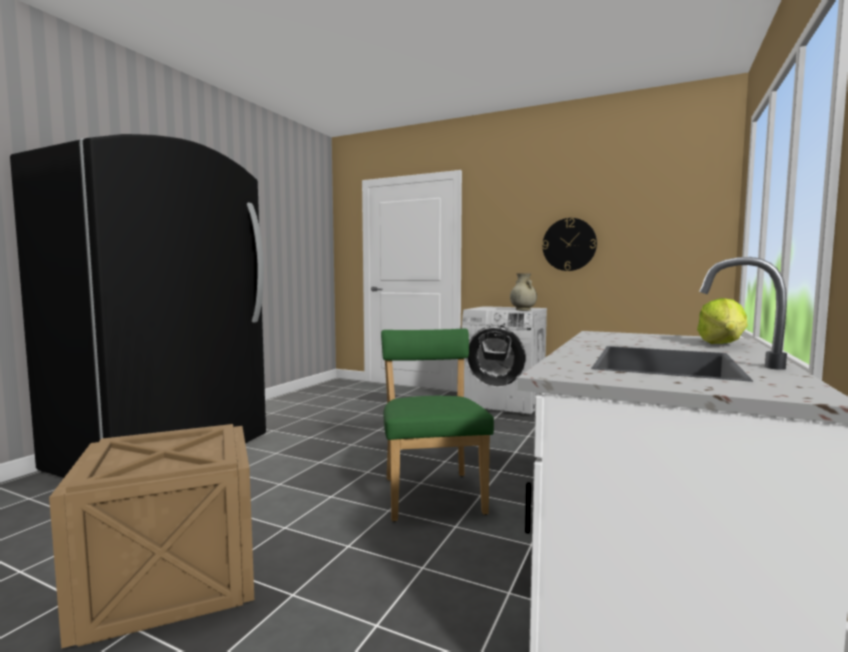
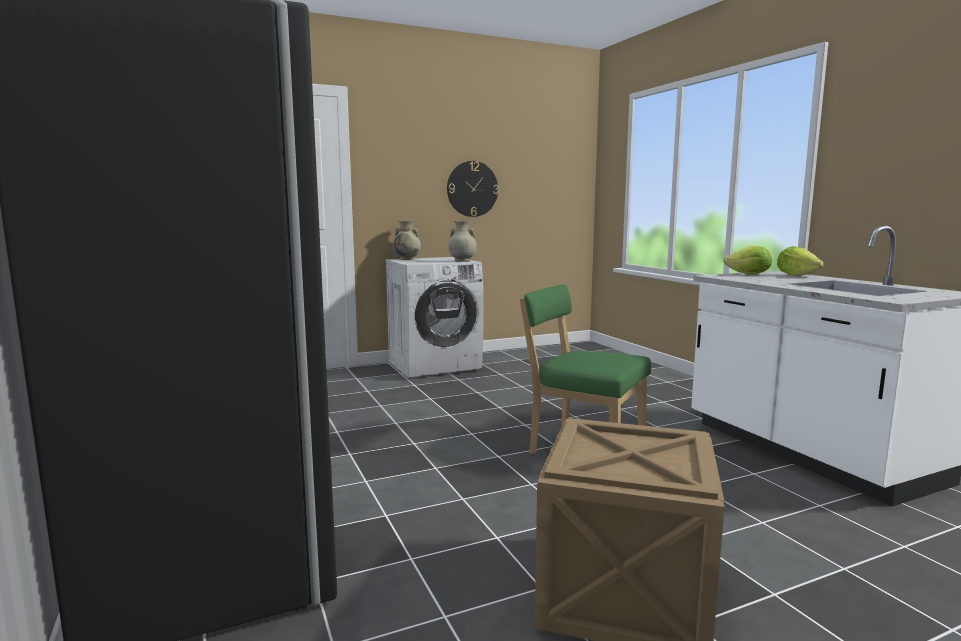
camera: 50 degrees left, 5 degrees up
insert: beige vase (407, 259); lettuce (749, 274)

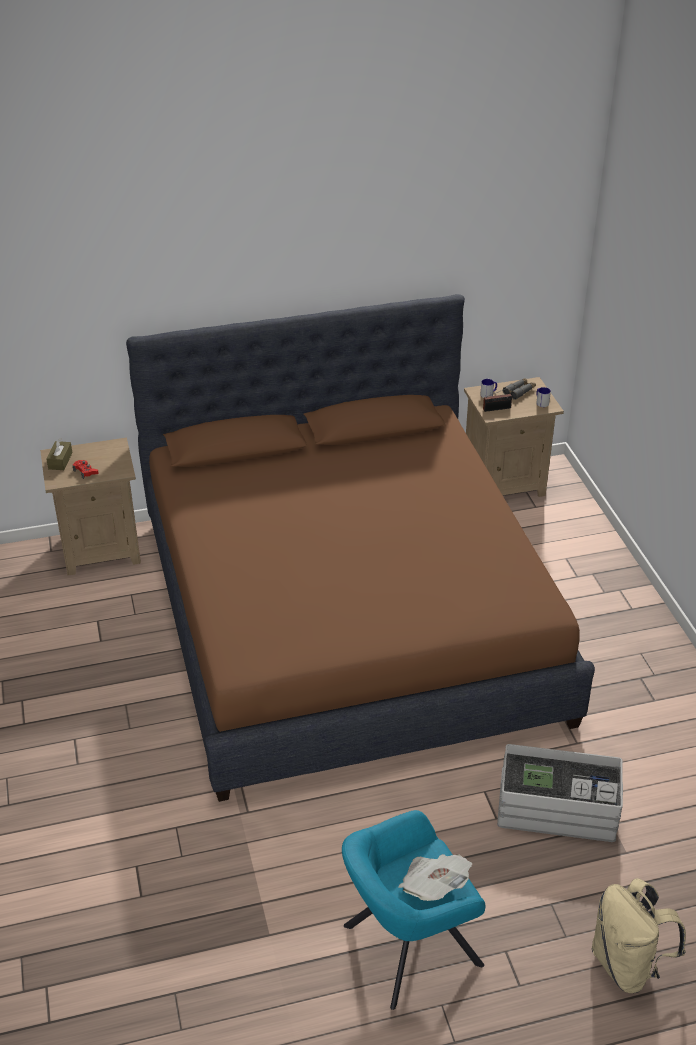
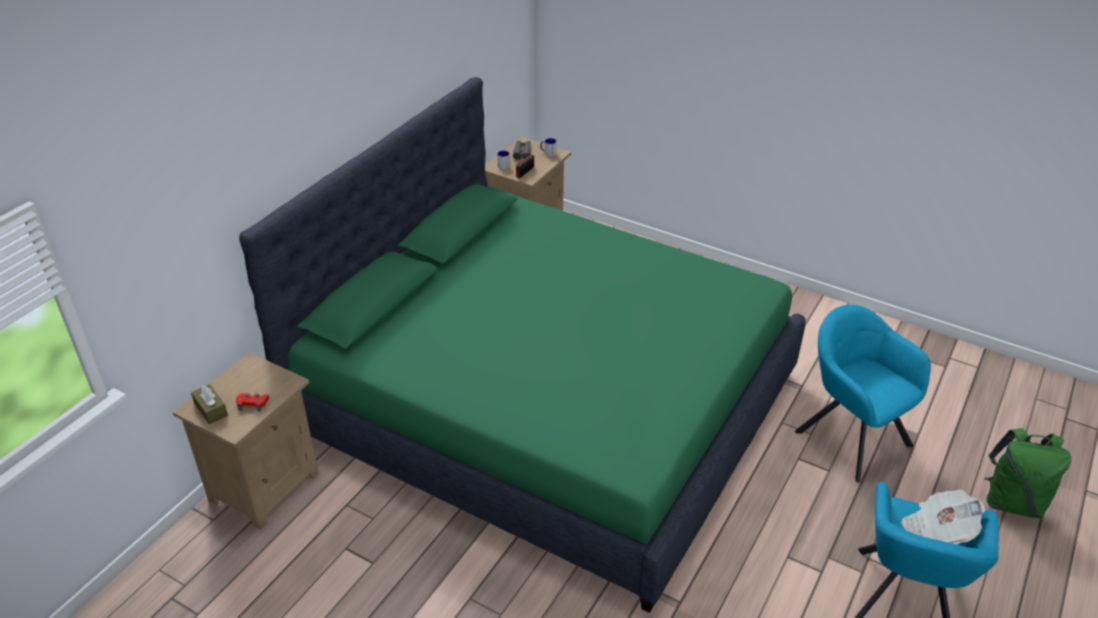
camera: 45 degrees left, 0 degrees up
replace: grey storage box (557, 808) to turquoise armchair (849, 435)
recolor: brown bed (347, 616) to green bed (546, 403); beige backpack (627, 964) to green backpack (1012, 502)

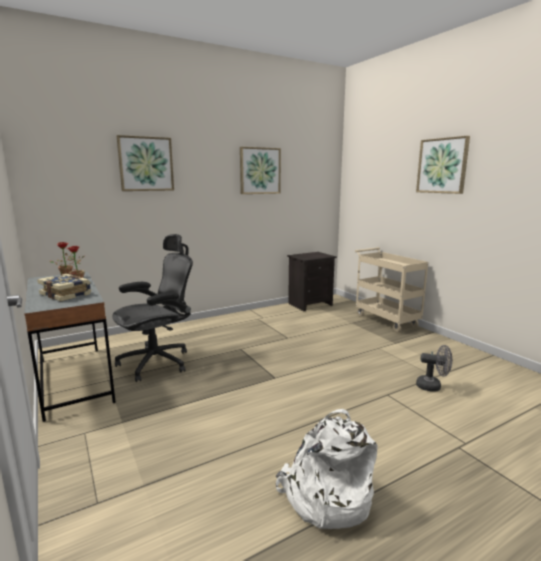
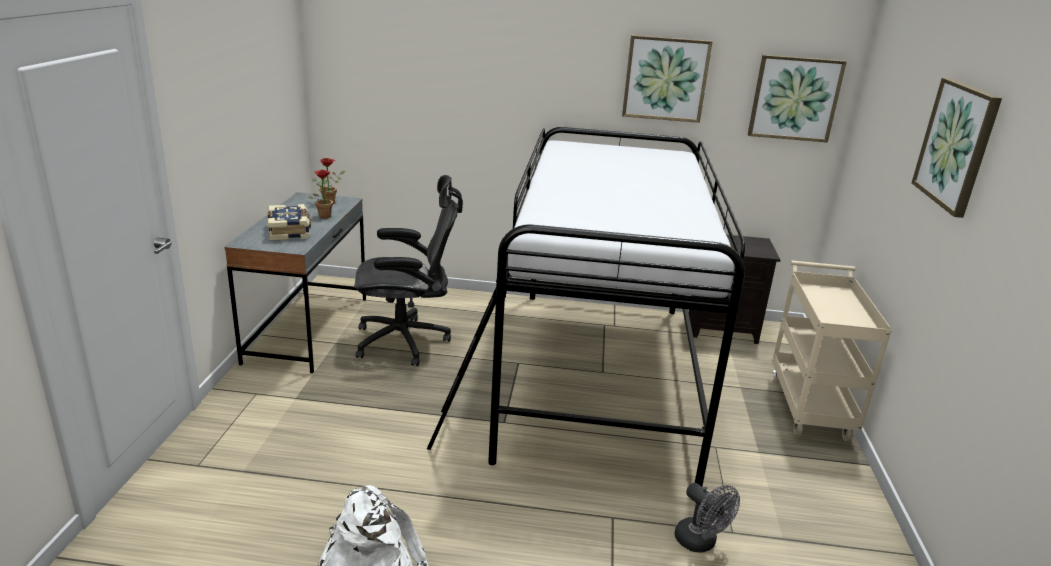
camera: 35 degrees right, 10 degrees up
insert: black bed (594, 376)
move: picture (146, 164) to (794, 98)

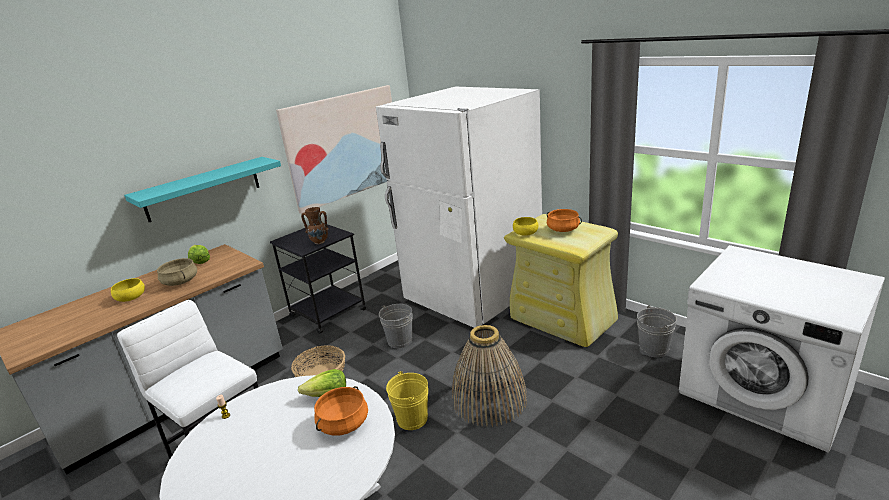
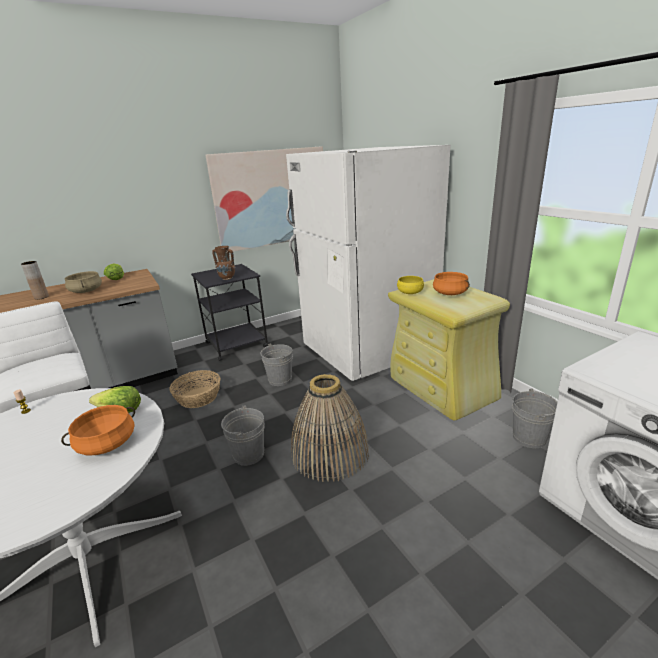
camera: 15 degrees right, 0 degrees up
delete: turquoise shelf (203, 189)
replace: yellow bowl (130, 297) to brown vase (41, 297)
recolor: yellow bucket (412, 419) to grey bucket (249, 454)

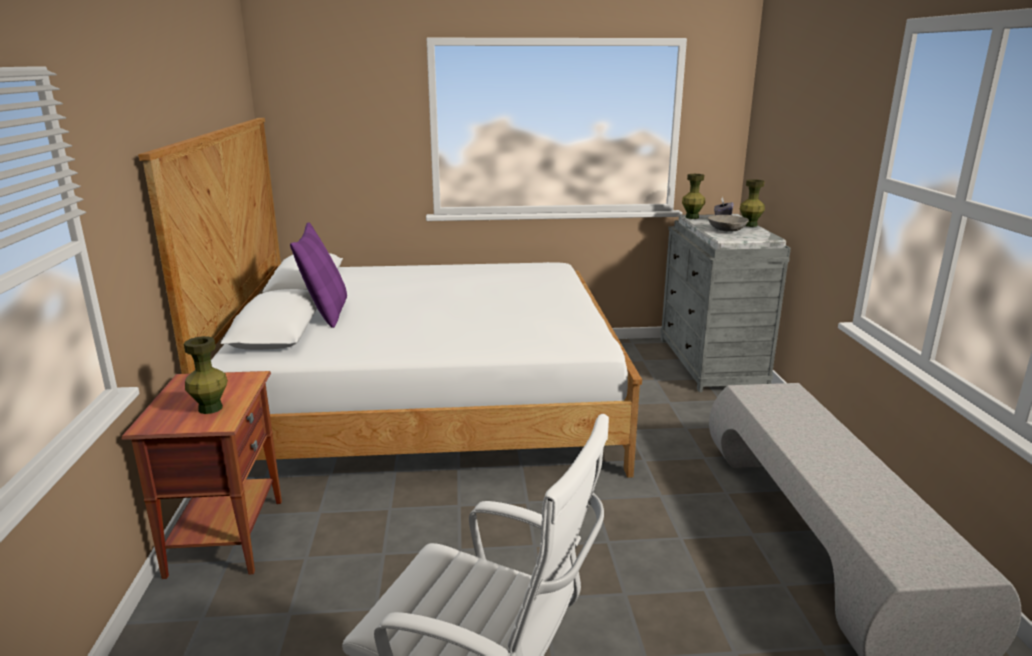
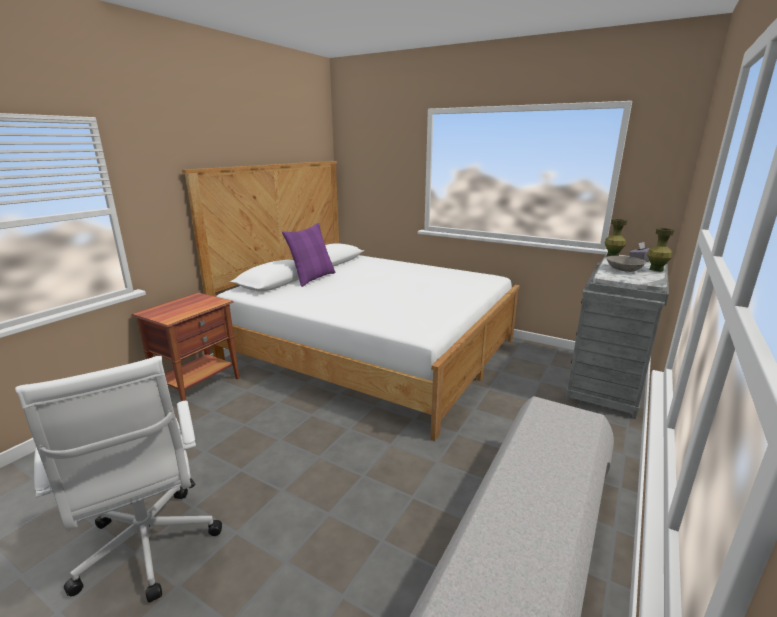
camera: 35 degrees right, 0 degrees up
delete: green vase (210, 408)

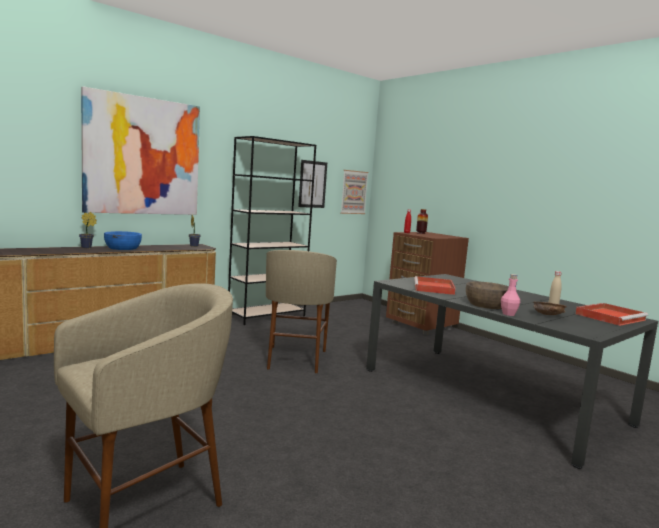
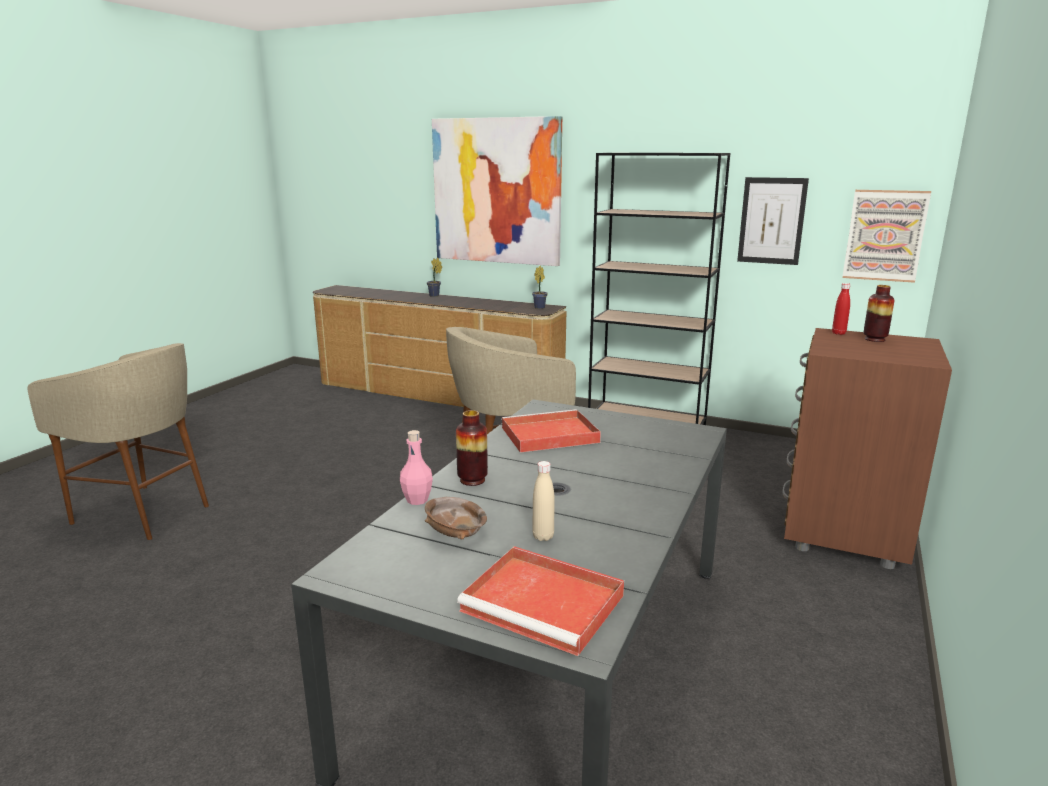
camera: 65 degrees right, 10 degrees up
delete: blue bowl (123, 248)
replace: brown bowl (487, 305) to vase (472, 480)

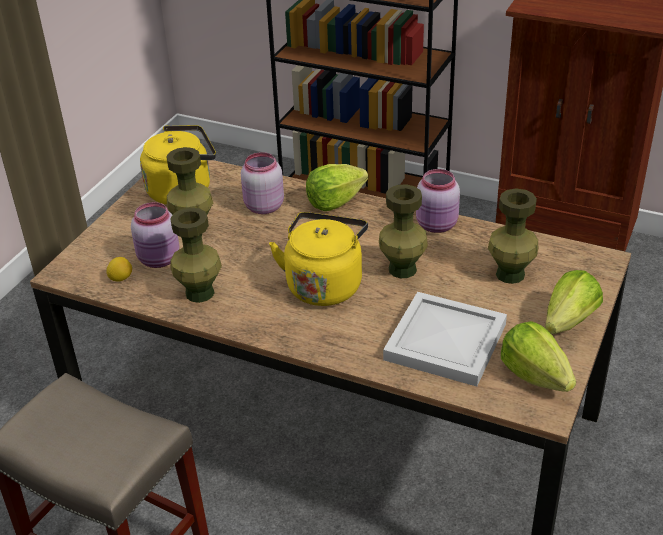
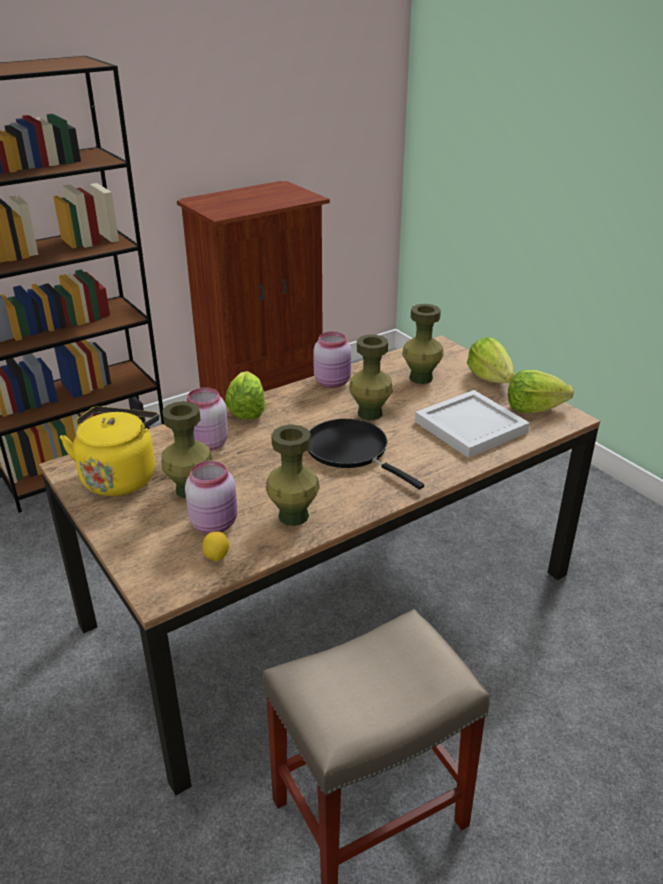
camera: 60 degrees left, 5 degrees down
replace: yellow kettle (324, 284) to black frying pan (351, 451)

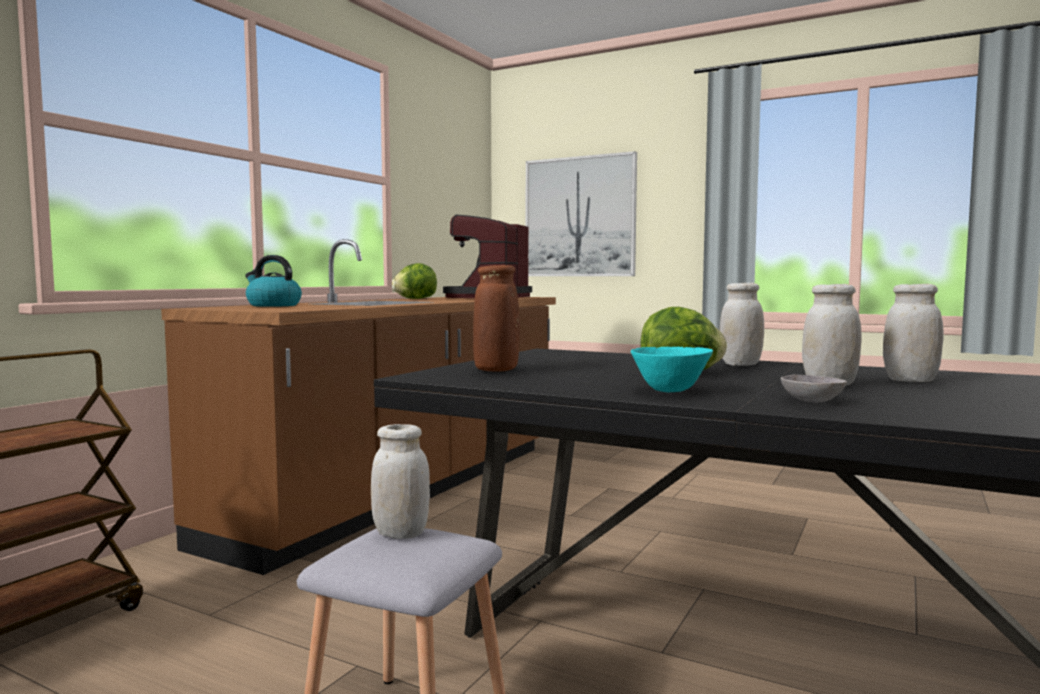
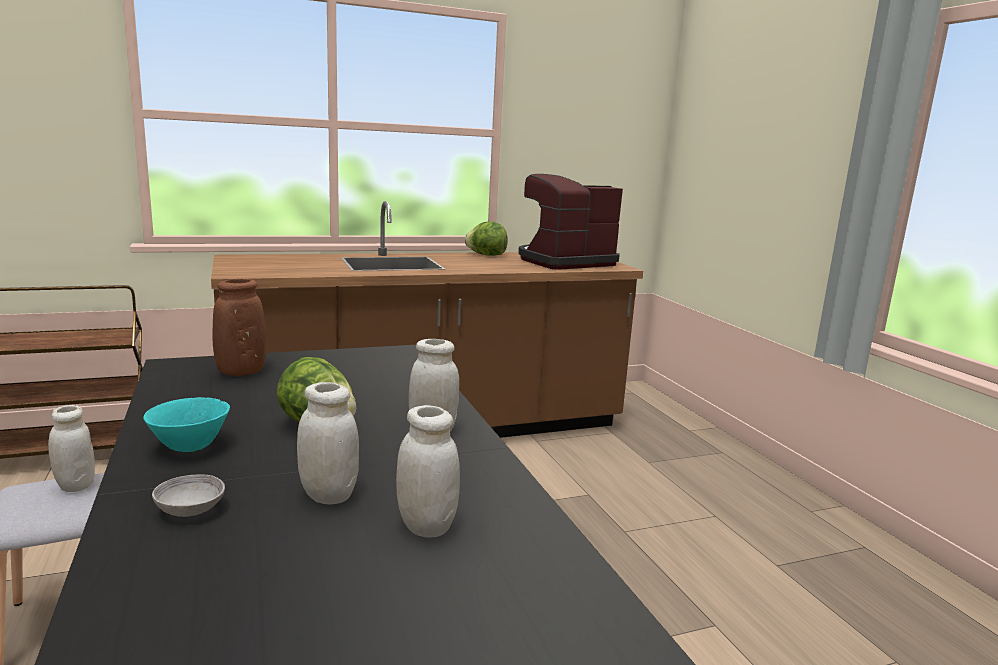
camera: 40 degrees right, 10 degrees up
delete: kettle (273, 305); picture (580, 217)

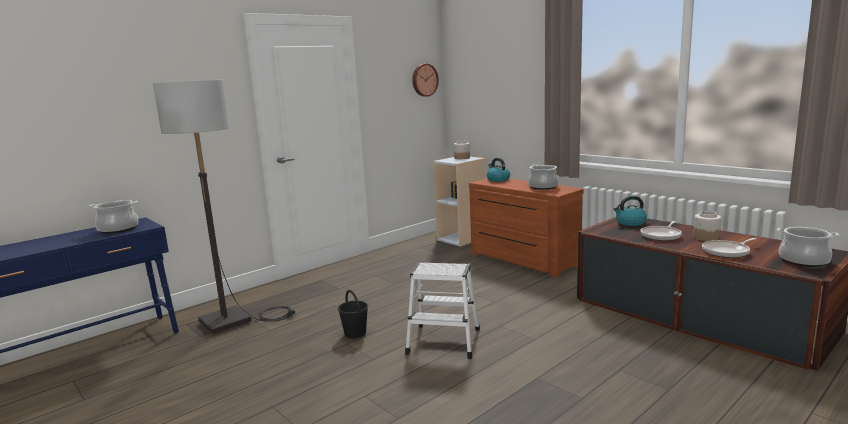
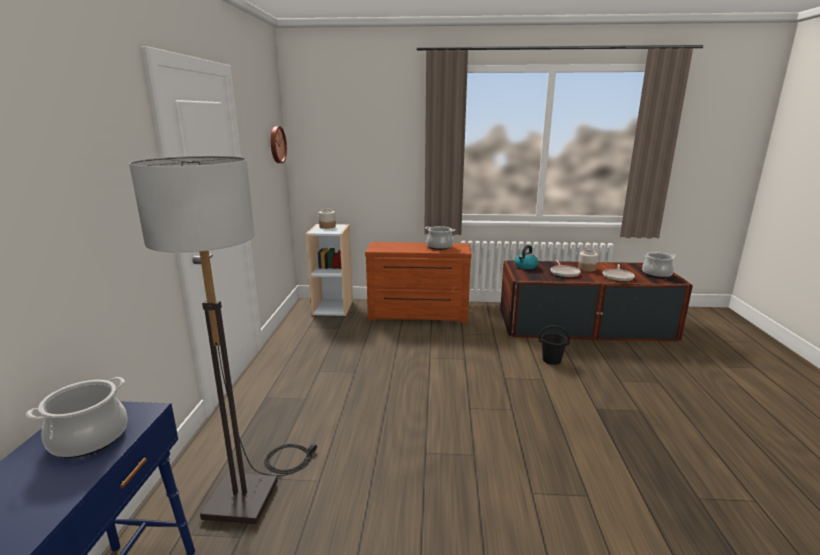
camera: 45 degrees left, 5 degrees up
delete: white step ladder (444, 340); kettle (498, 179)
move: black bucket (355, 333) to (552, 360)

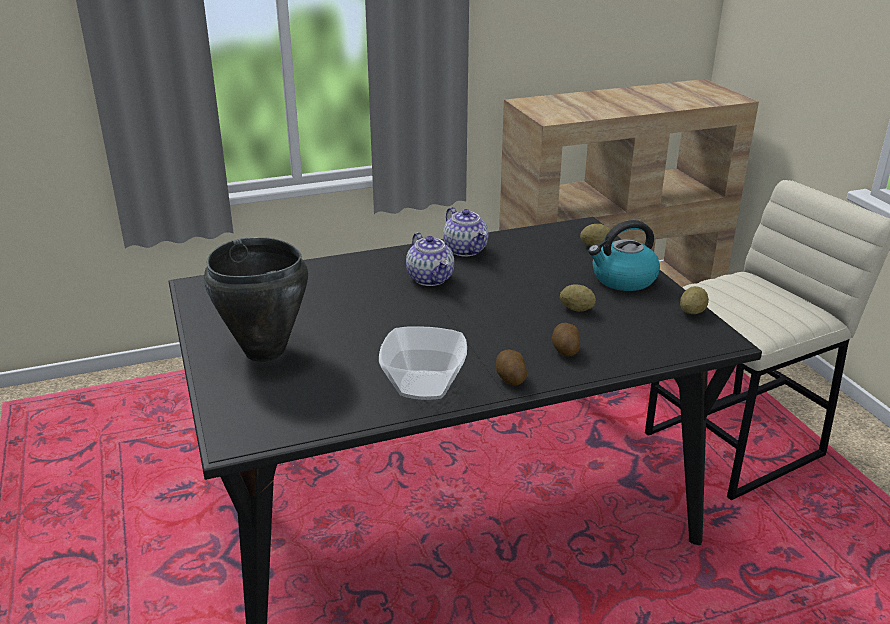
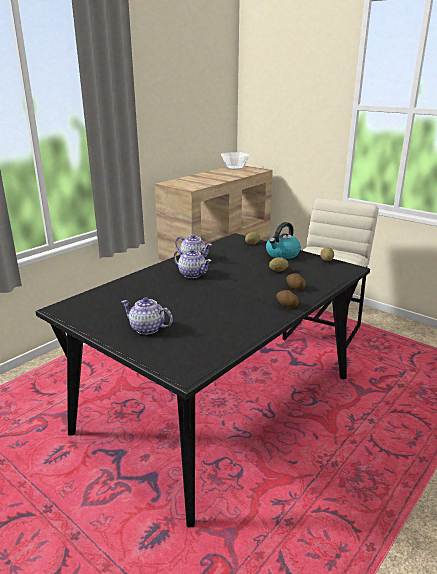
camera: 30 degrees left, 5 degrees down
move: bowl (424, 386) to (235, 168)
replace: black cooking pot (264, 352) to teapot (147, 329)

